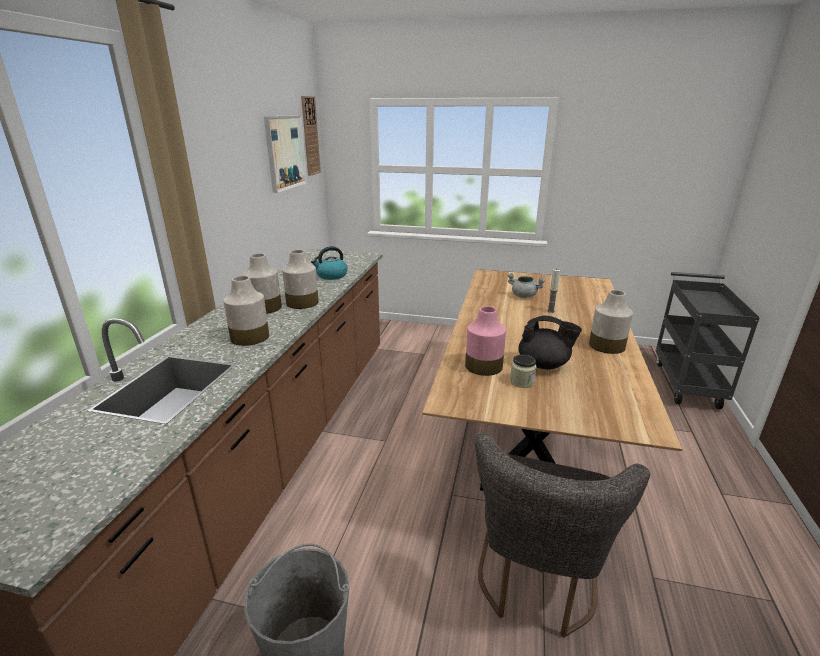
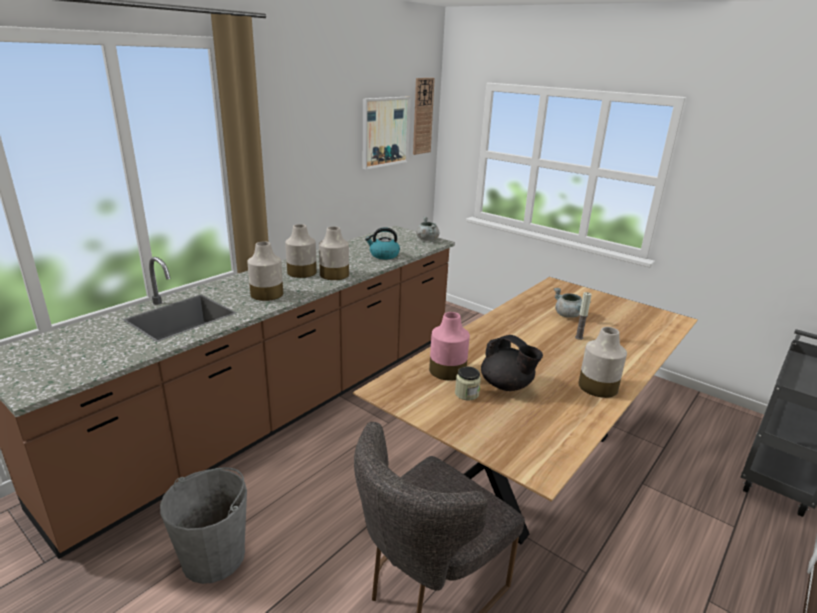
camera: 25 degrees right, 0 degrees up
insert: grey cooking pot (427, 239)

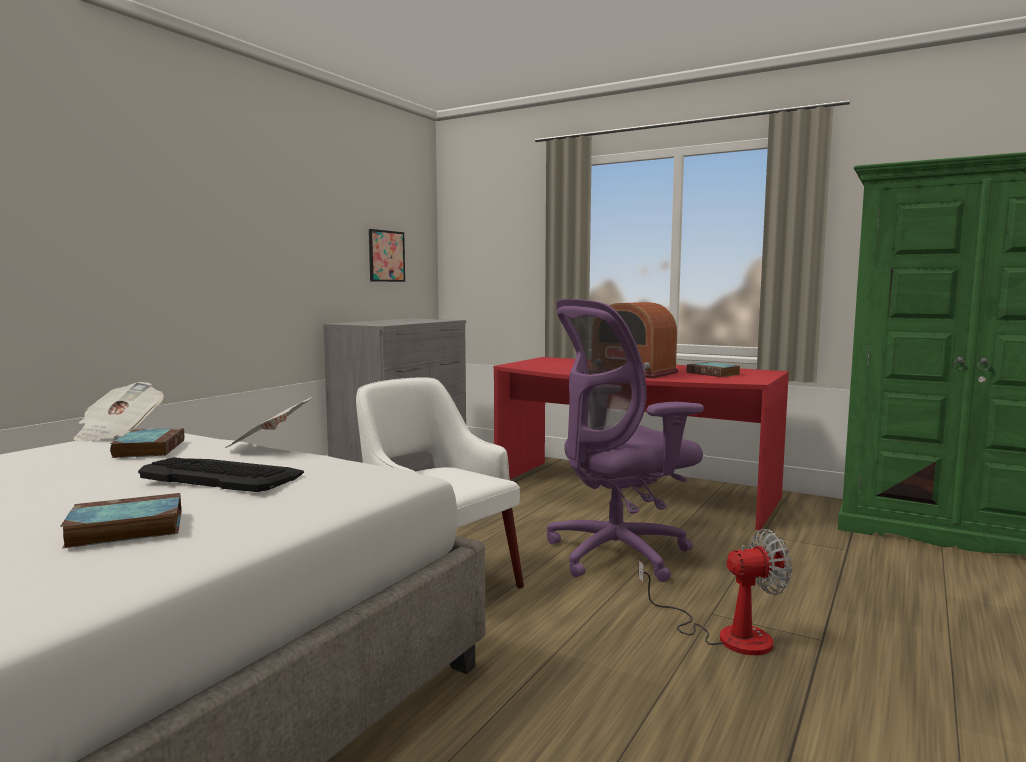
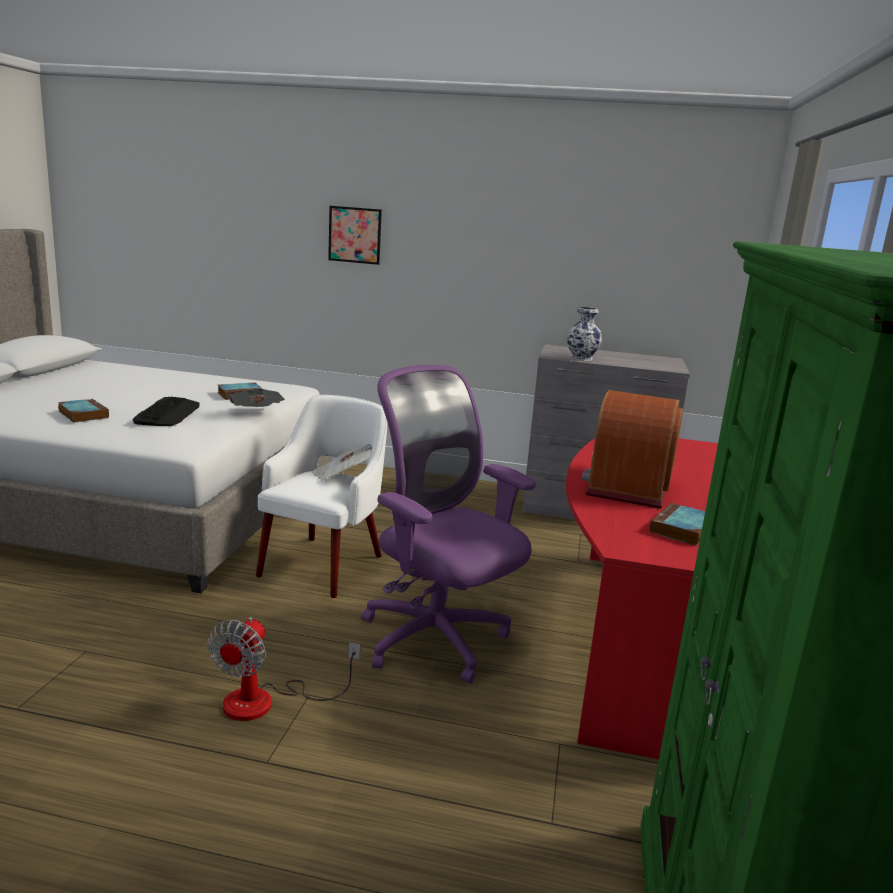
camera: 70 degrees right, 10 degrees up
insert: vase (582, 358)
move: newspaper (118, 433) to (343, 476); picture (386, 256) to (355, 235)
rotate: fan (726, 635) = (266, 702) 45 degrees clockwise

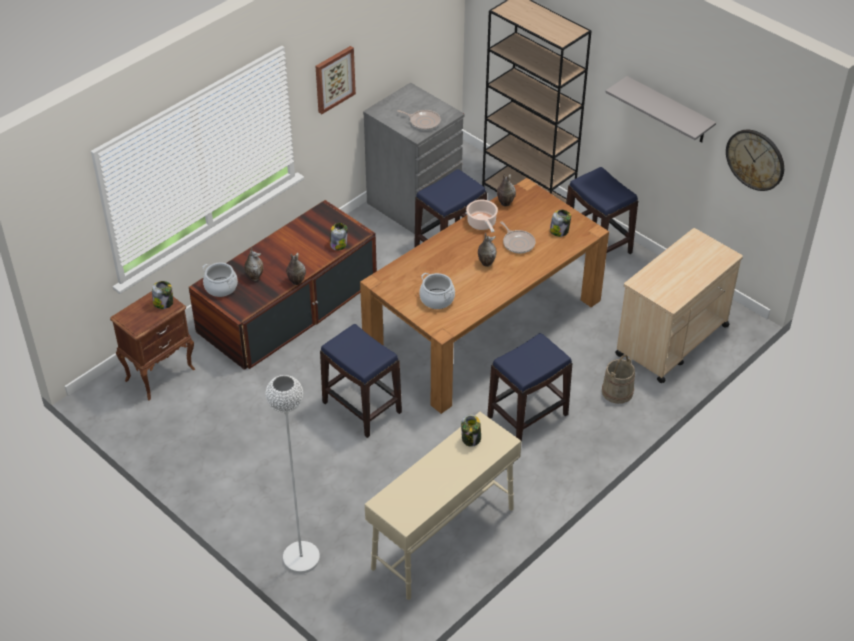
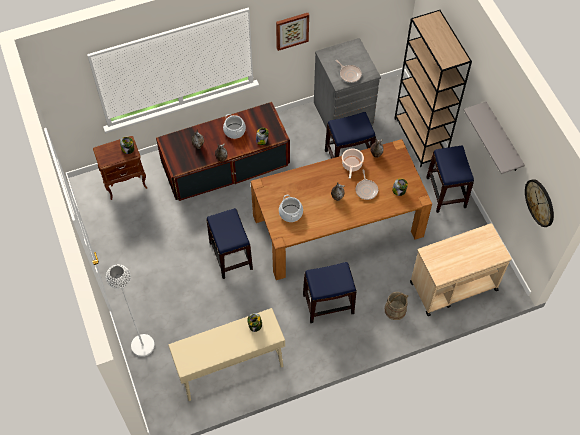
camera: 25 degrees right, 15 degrees up
move: cooking pot (221, 287) to (234, 131)

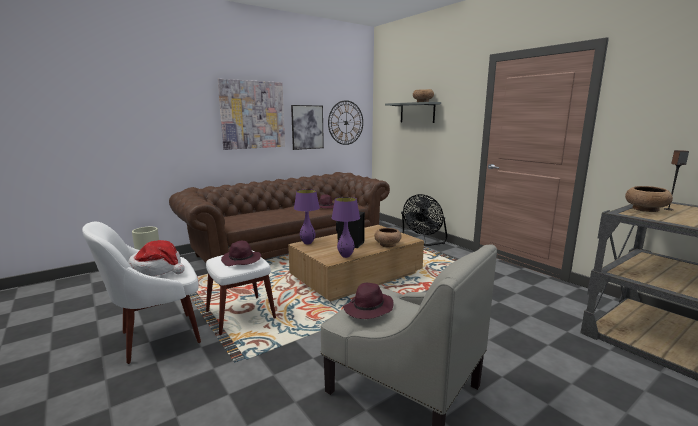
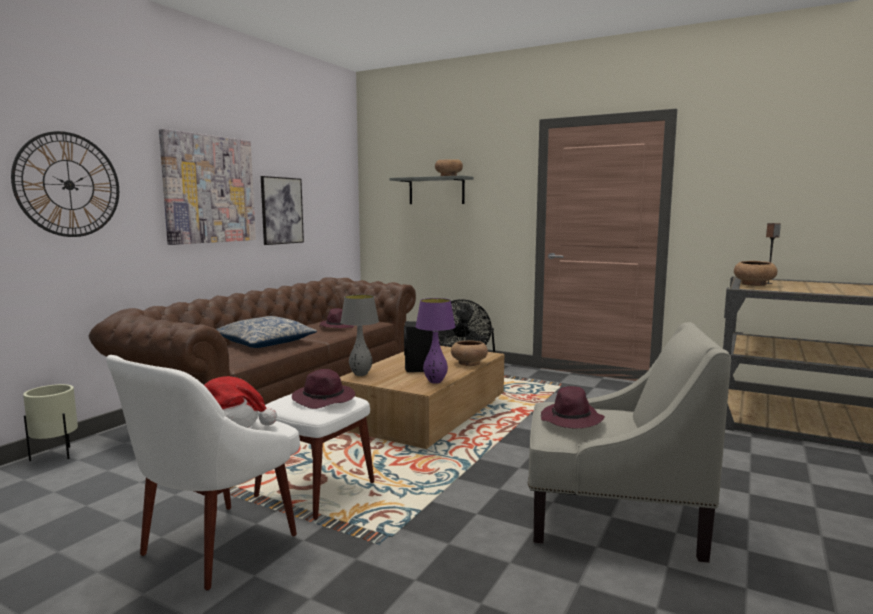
camera: 25 degrees left, 5 degrees down
insert: pillow (265, 342)
move: wall clock (346, 122) to (69, 185)
recolor: purple table lamp (307, 243) to grey table lamp (361, 375)

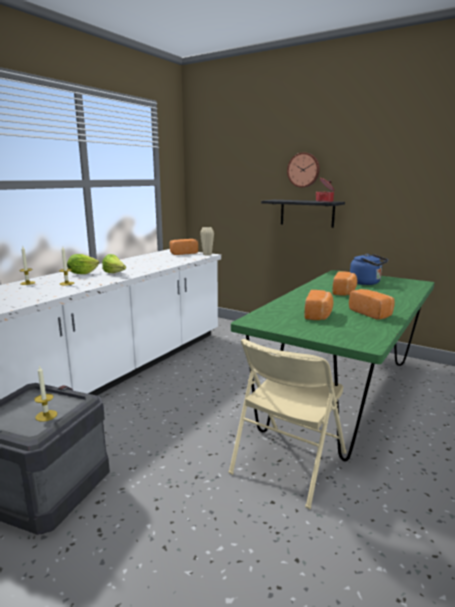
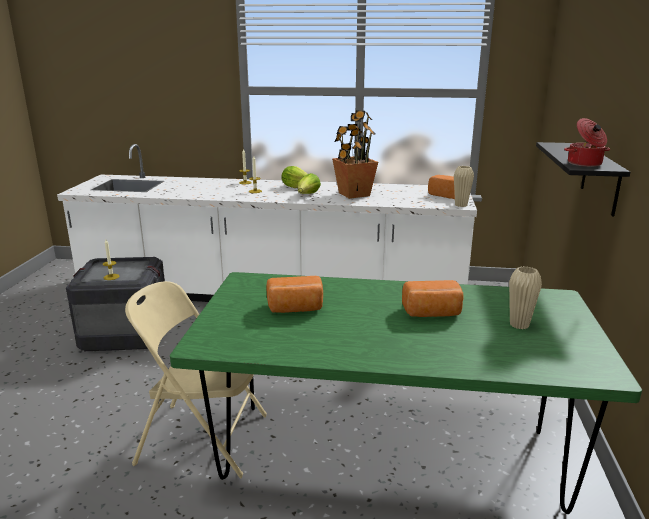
camera: 65 degrees right, 5 degrees up
delete: wall clock (303, 170); bread (371, 313)
insert: potted plant (353, 194)
replace: blue kettle (367, 283) to beige vase (519, 325)

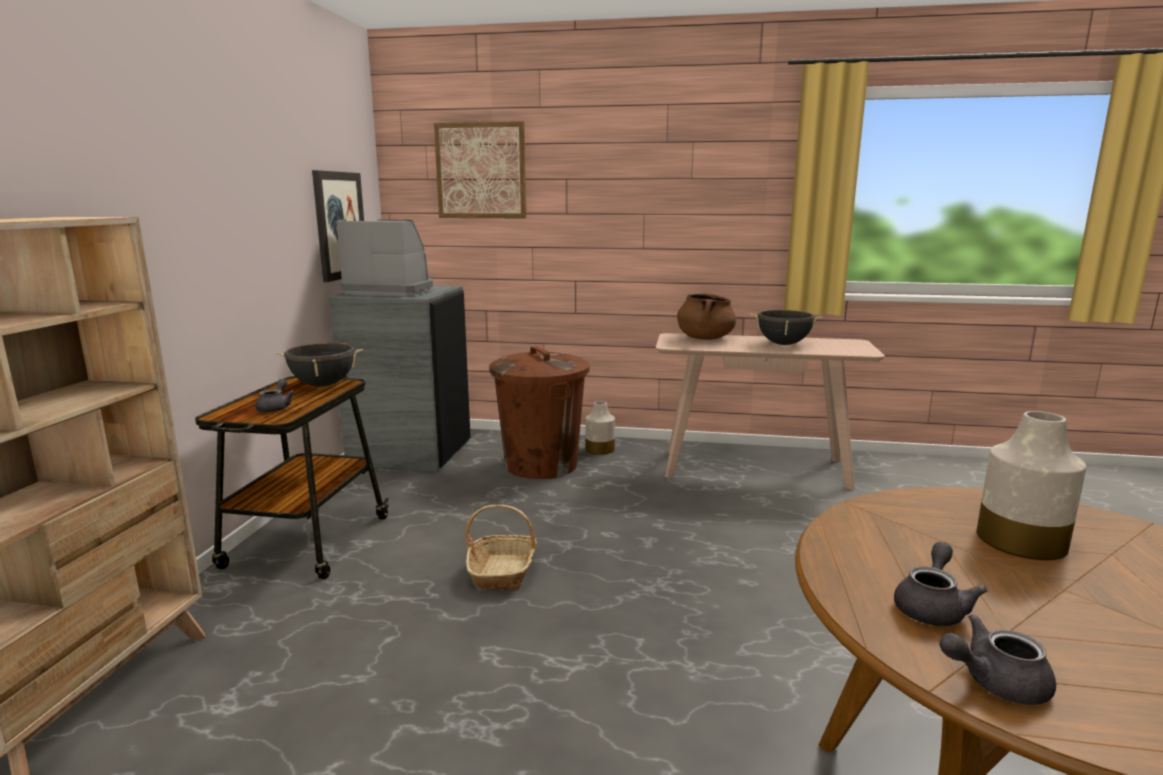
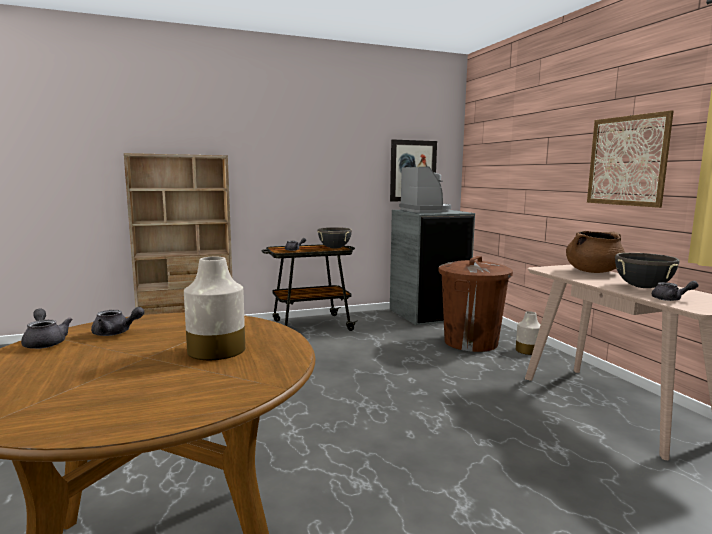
camera: 60 degrees right, 5 degrees down
delete: basket (503, 571)
insert: grey teapot (671, 299)
move: picture (481, 169) to (627, 159)

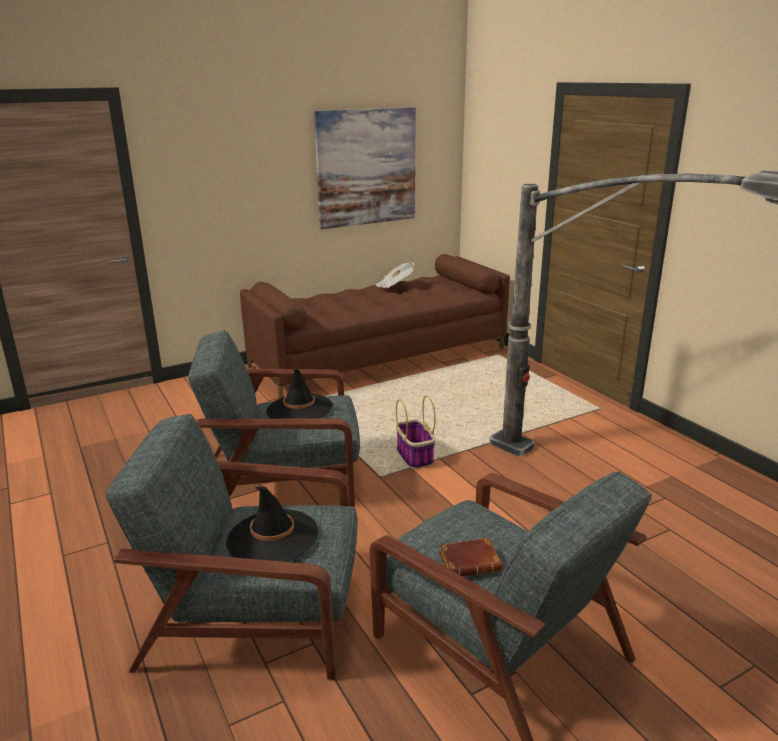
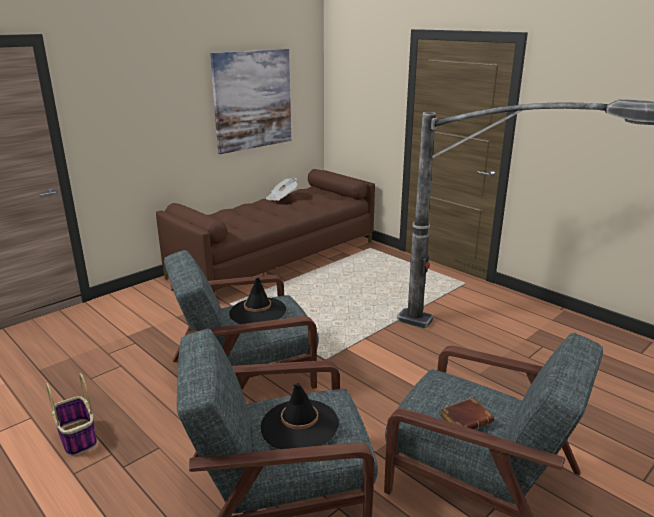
camera: 15 degrees left, 0 degrees up
move: basket (415, 456) to (78, 438)

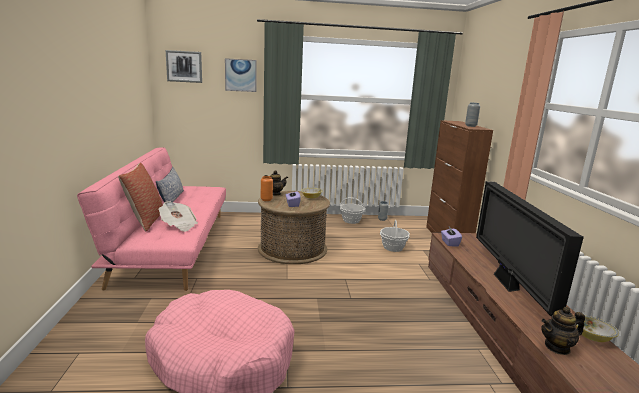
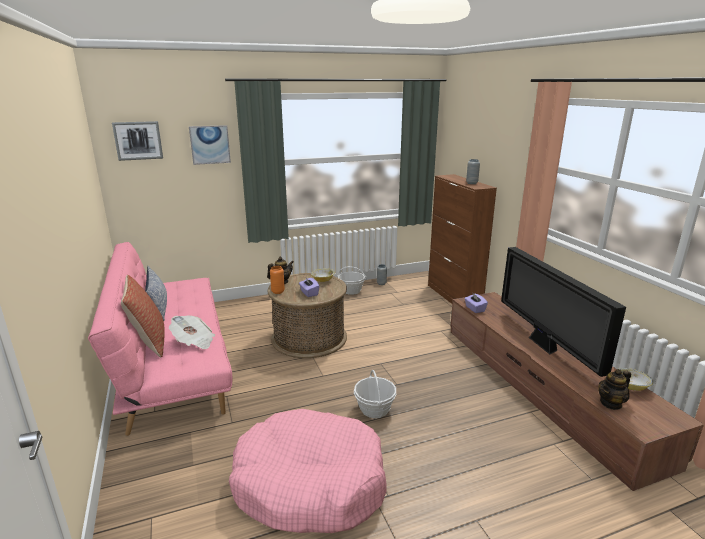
camera: 15 degrees left, 5 degrees up
move: basket (393, 247) to (374, 409)

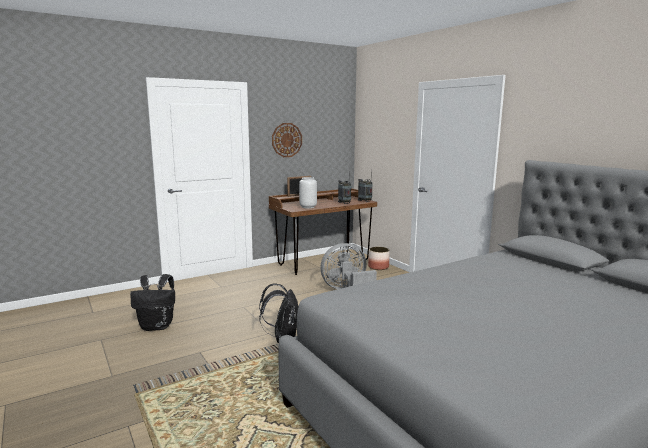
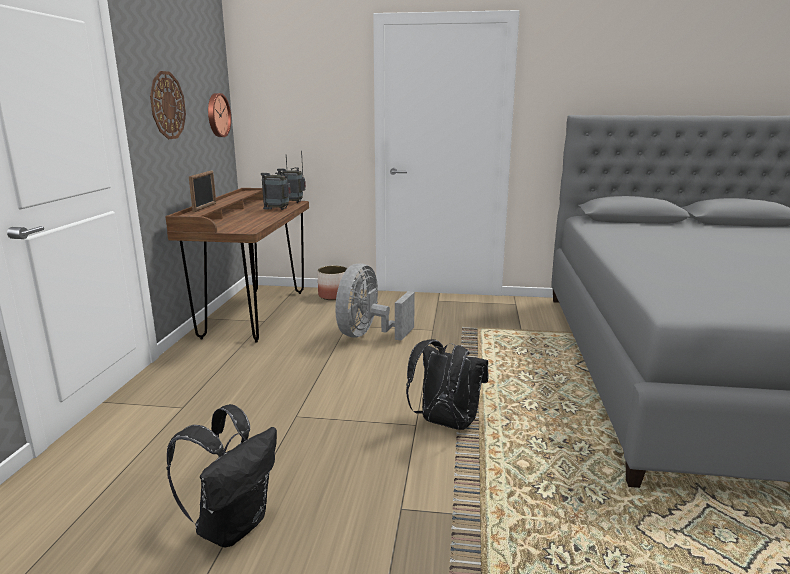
camera: 50 degrees left, 5 degrees up
delete: grey vase (308, 207)
insert: wall clock (217, 115)

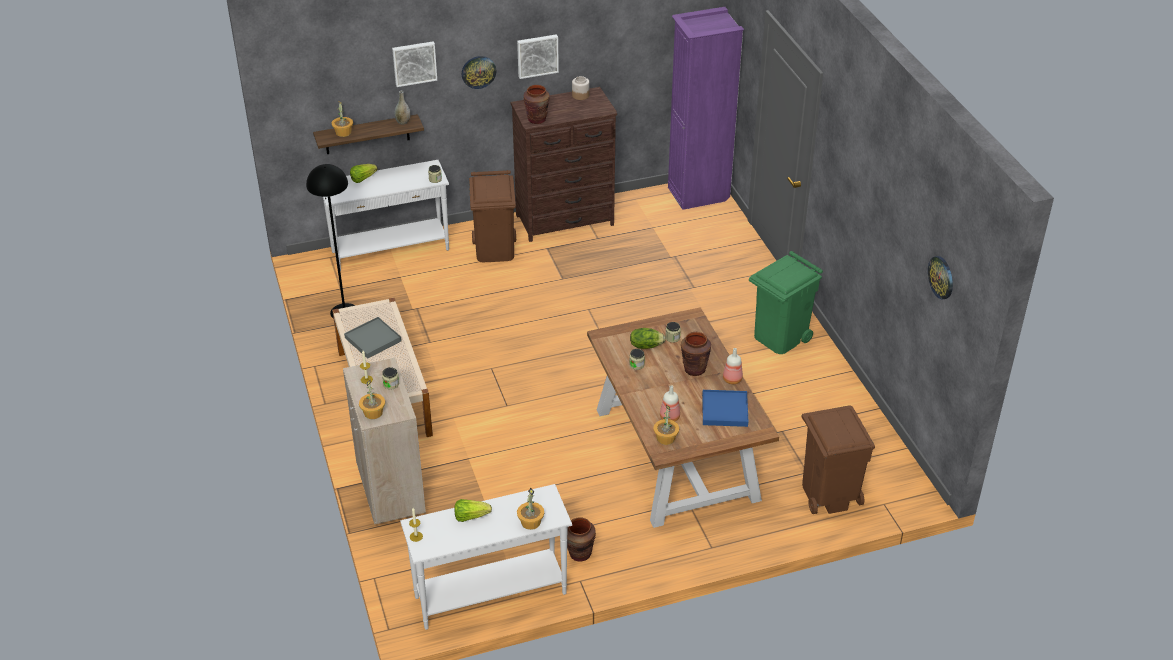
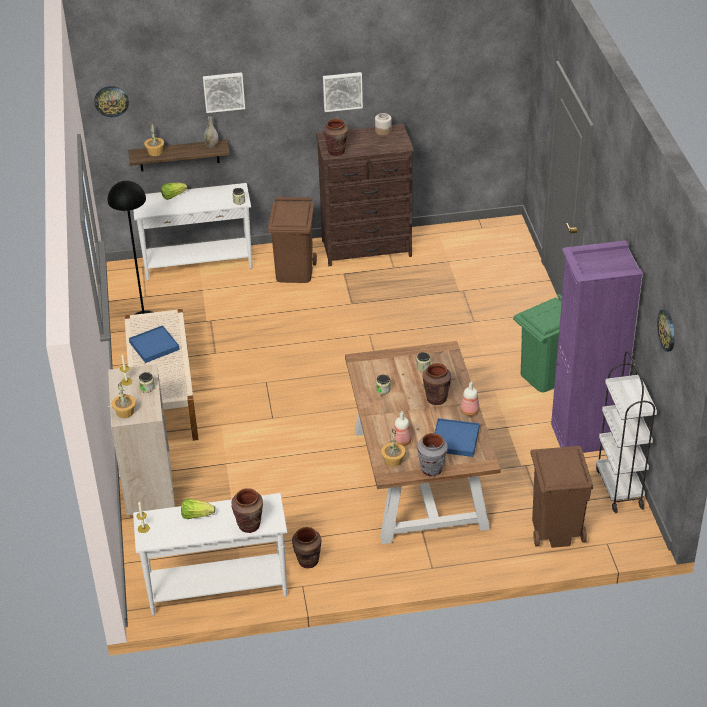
camera: 10 degrees right, 0 degrees up
delete: lettuce (646, 345)
insert: grey vase (432, 469); white cart (619, 488)
move: wall clock (478, 72) to (111, 101); purple cabinet (698, 194) to (584, 436)
replace: potted plant (530, 522) to brown vase (249, 525)
recolor: grey tray (373, 339) to blue tray (154, 346)

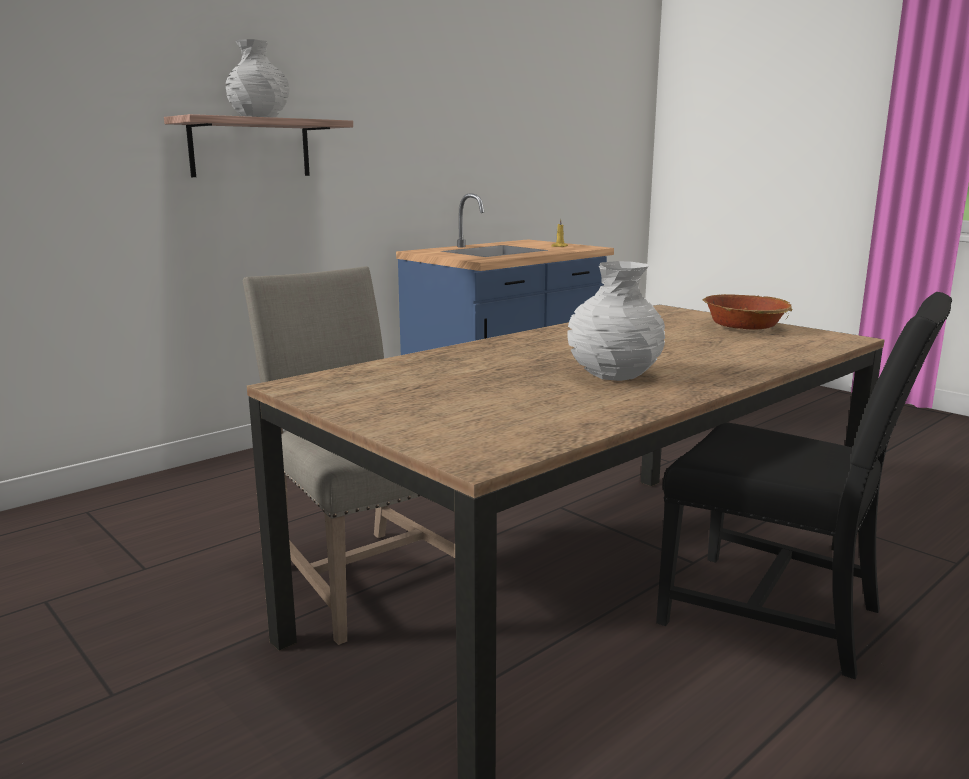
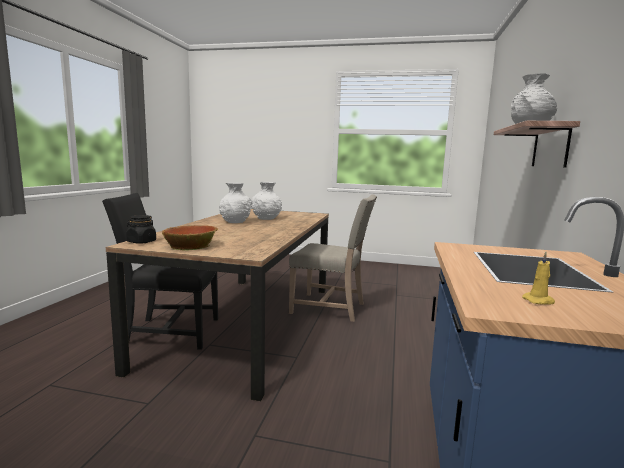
camera: 145 degrees right, 5 degrees down
insert: black jar (141, 242); white vase (266, 218)

